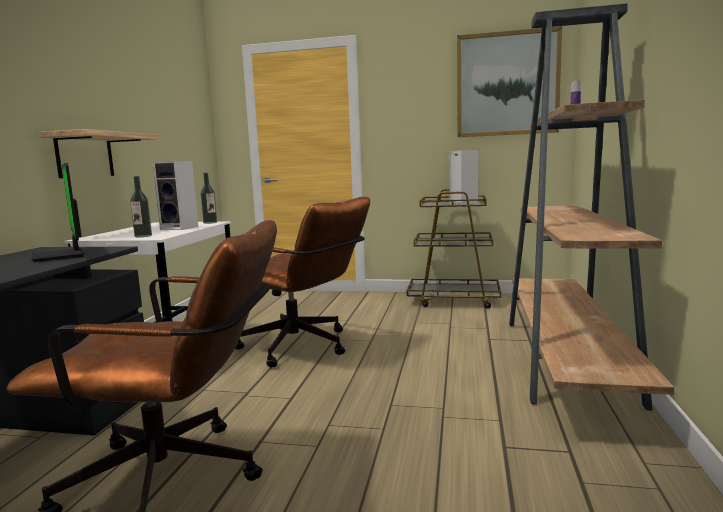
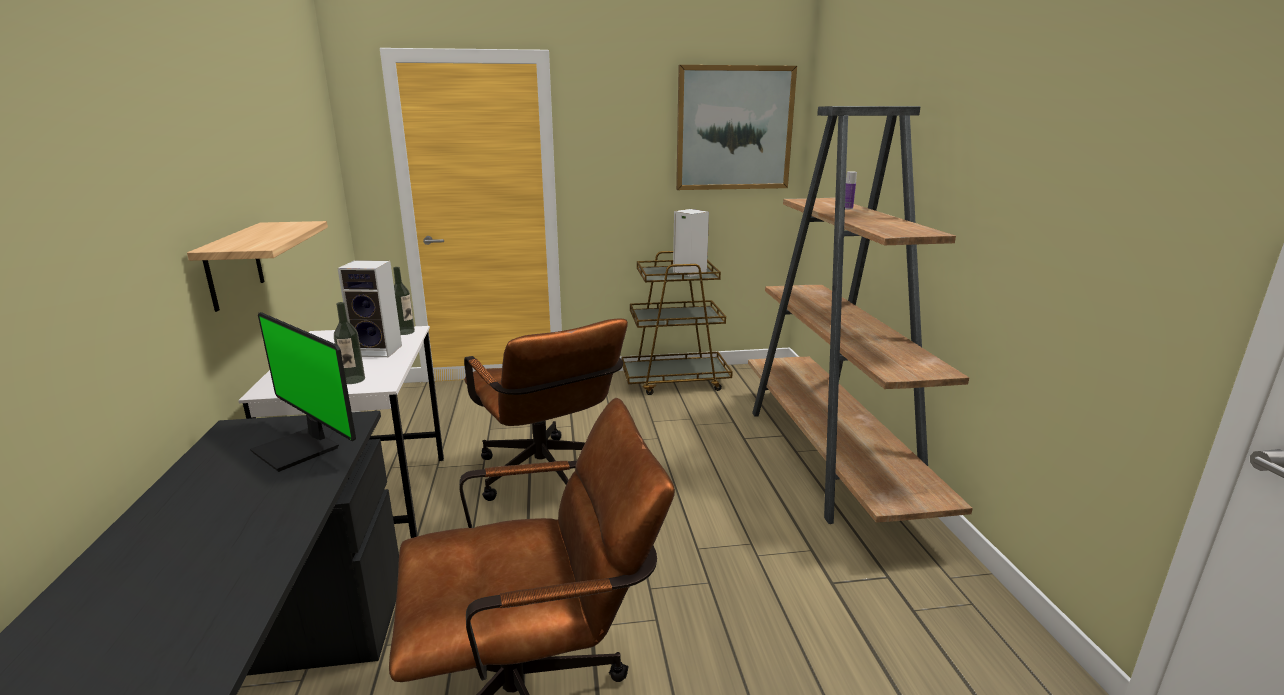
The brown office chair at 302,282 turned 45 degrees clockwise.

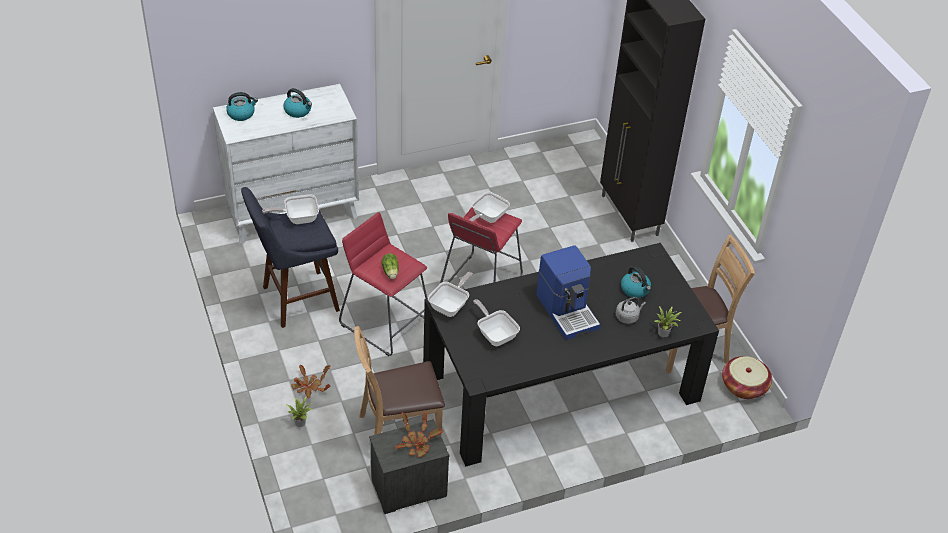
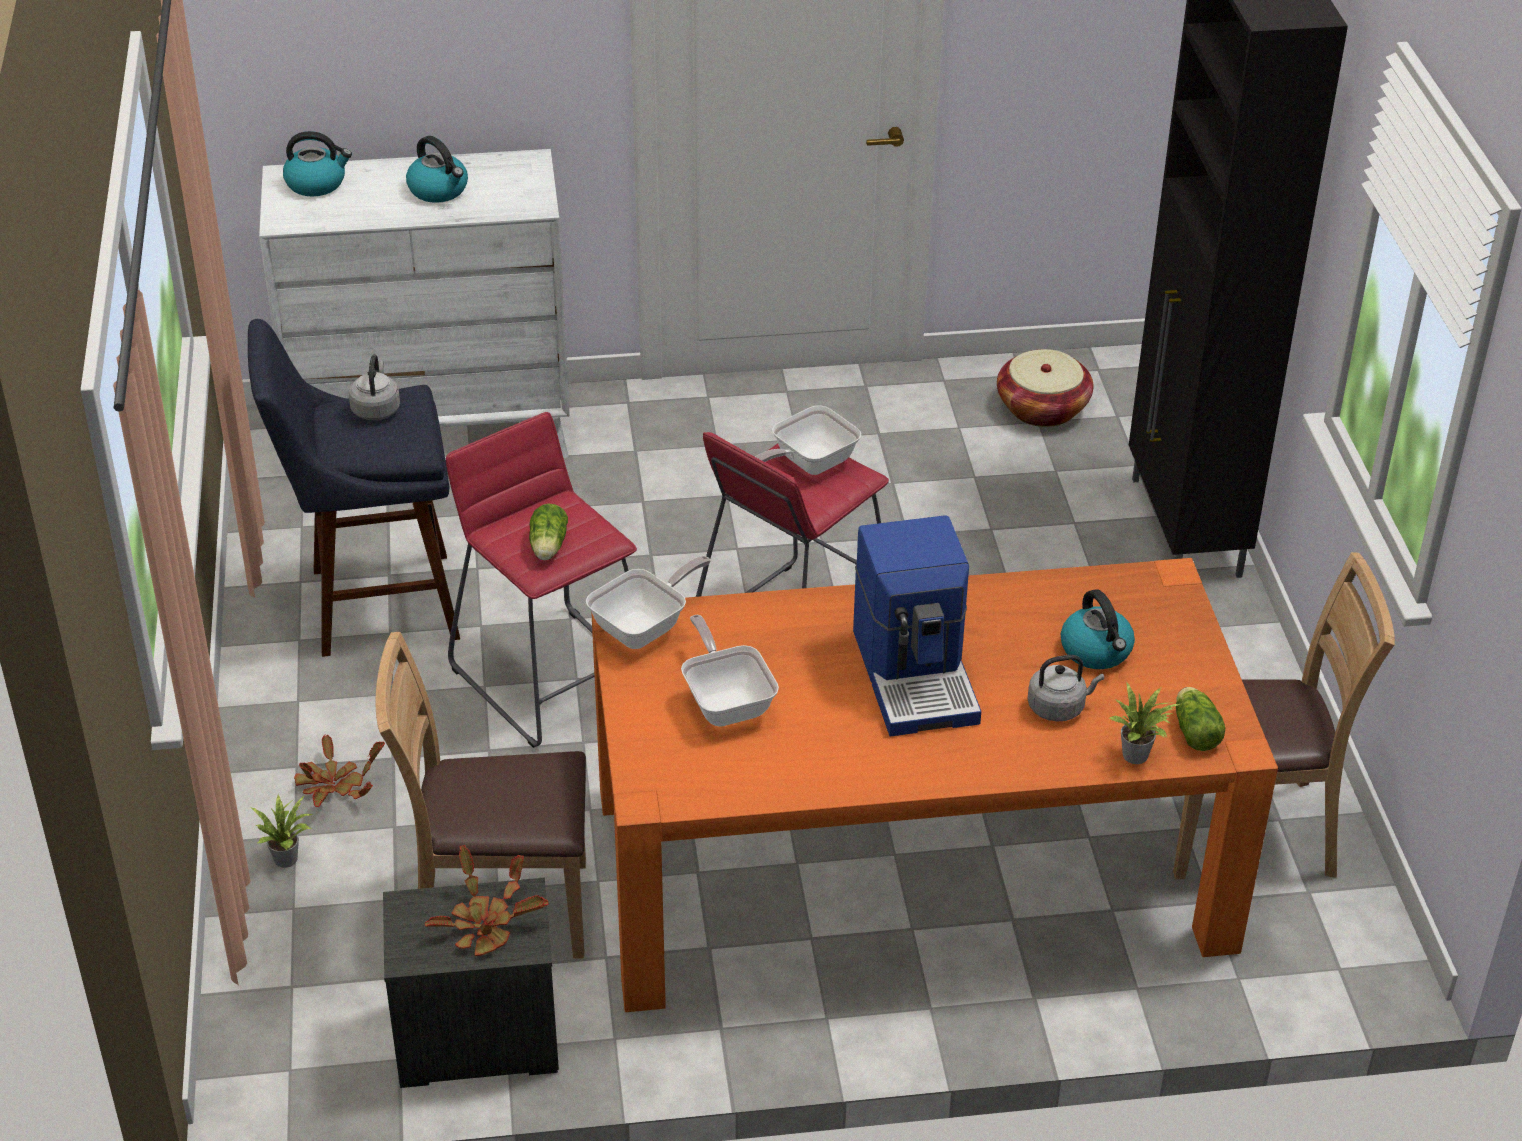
The skillet at 290,209 was replaced by the greyish water kettle at 374,387.
The black dinner table at 571,354 became the orangey dinner table at 934,785.
The household basket moved from 747,377 to 1045,388.
The head of lettuce at 1200,719 appeared.

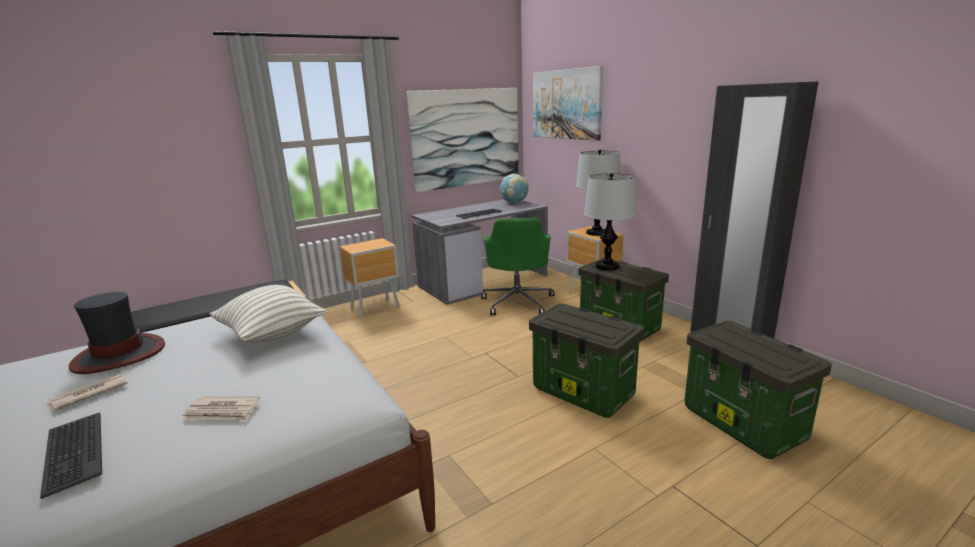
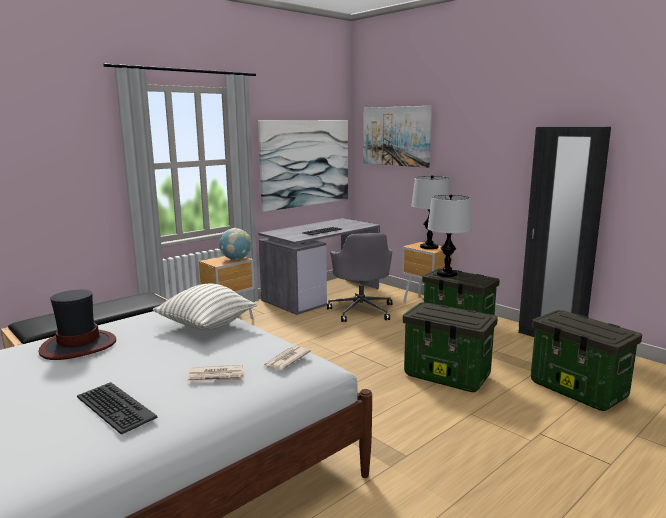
The printed paper moved from 87,392 to 287,358.
The green-coloured office chair at 517,266 became the greyish office chair at 359,277.
The world globe moved from 514,188 to 235,244.

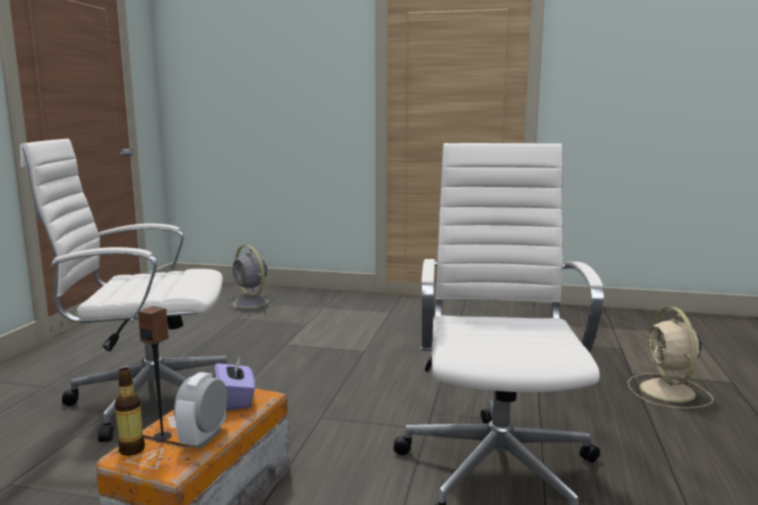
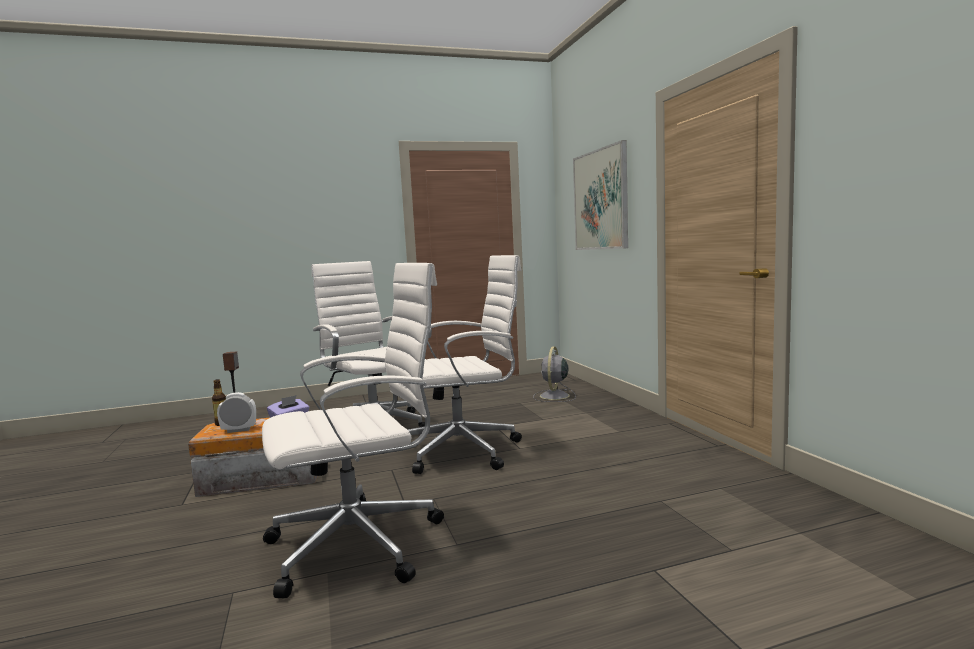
The beige cooling fan at 670,357 disappeared.
The whitish office chair at 464,364 appeared.
The wall art at 600,195 appeared.

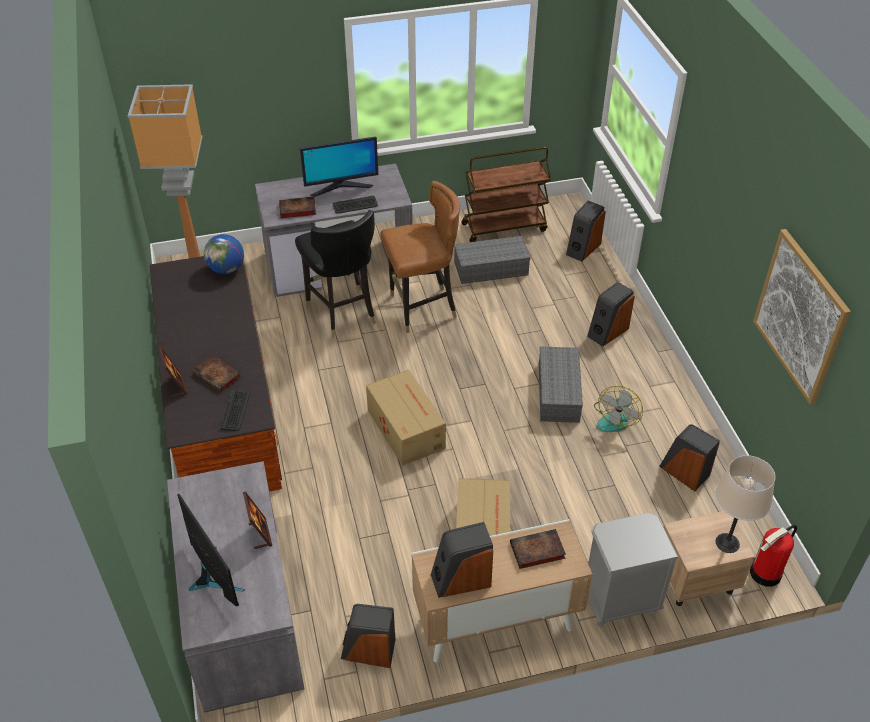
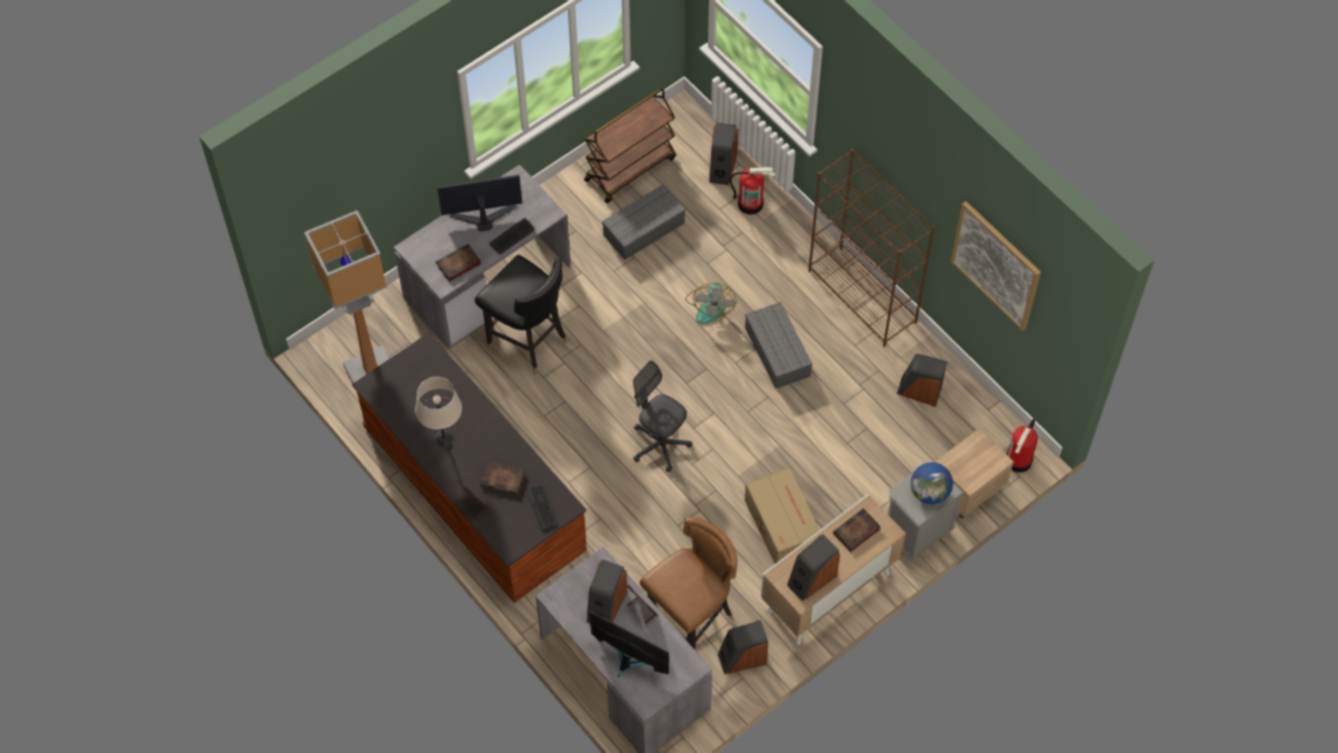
The world globe moved from 224,254 to 932,483.
The computer screen at 339,166 turned 150 degrees counterclockwise.
The carton at 406,418 was replaced by the greyish office chair at 662,416.
The brown plain chair moved from 420,257 to 688,583.
The loudspeaker moved from 611,314 to 607,591.
The cooling fan moved from 618,409 to 711,303.
The beige tabletop lamp moved from 745,504 to 438,413.
The extinguisher at 753,191 appeared.
The brown shelving unit at 871,248 appeared.

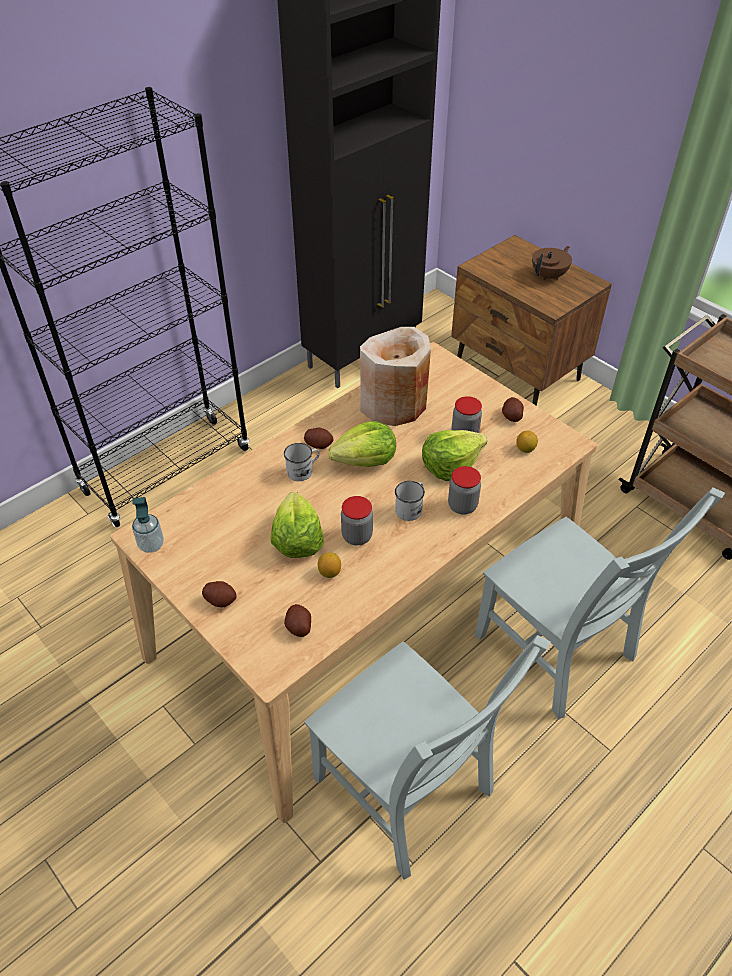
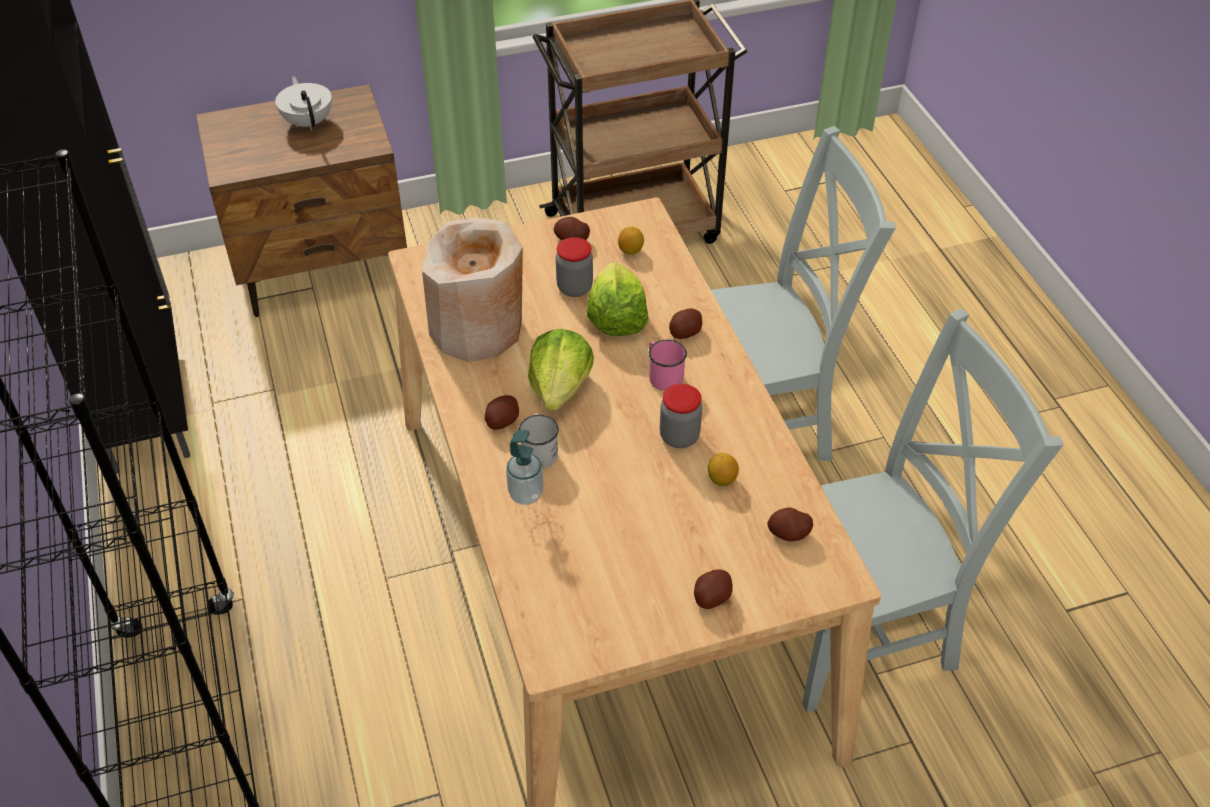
The soap bottle moved from 148,525 to 525,467.
The head of lettuce at 297,525 disappeared.
The whitish tea mug at 410,501 became the pink tea mug at 668,365.
The jar at 464,490 was replaced by the whole potato at 685,324.
The brown tea pot at 552,263 became the whitish tea pot at 303,103.

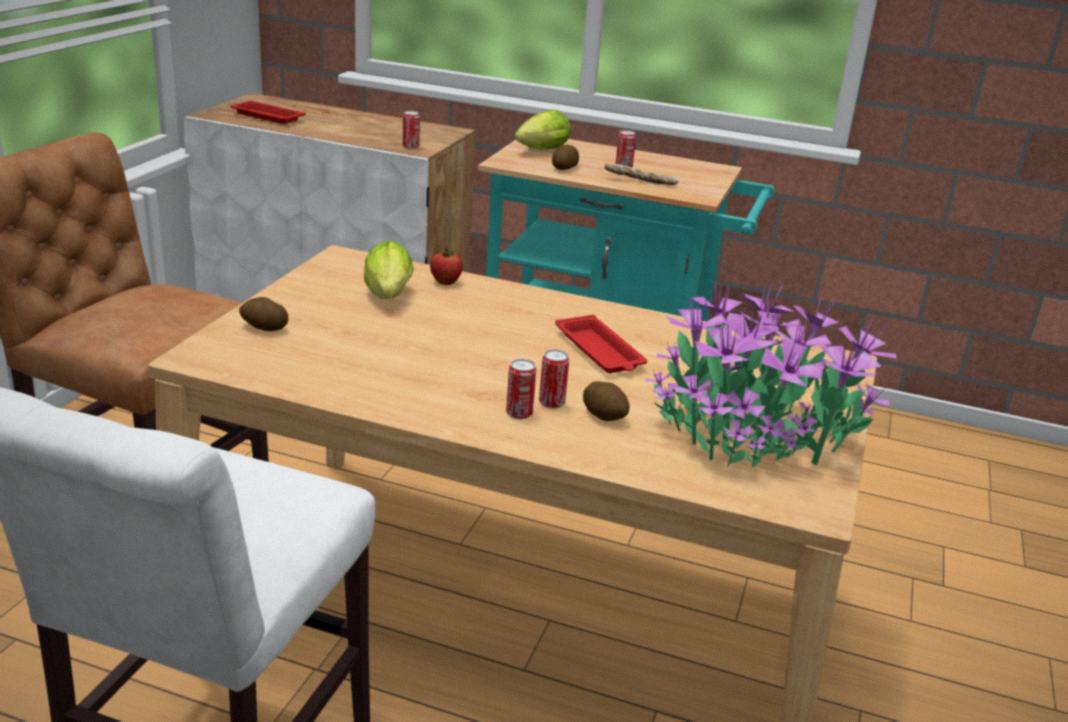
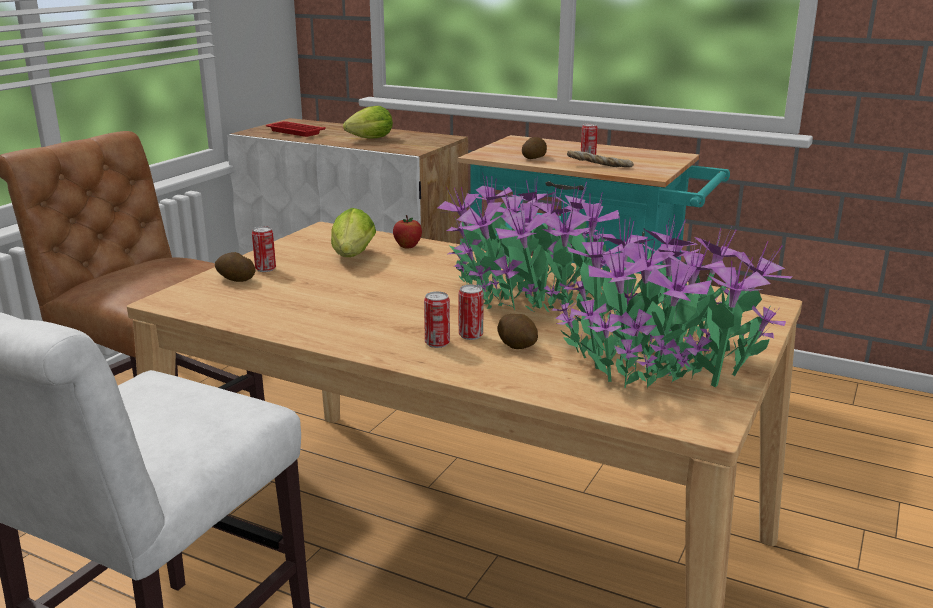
The can moved from 411,130 to 264,249.
The head of lettuce moved from 543,130 to 368,122.
The reddish tray at 601,344 was replaced by the potted plant at 529,244.

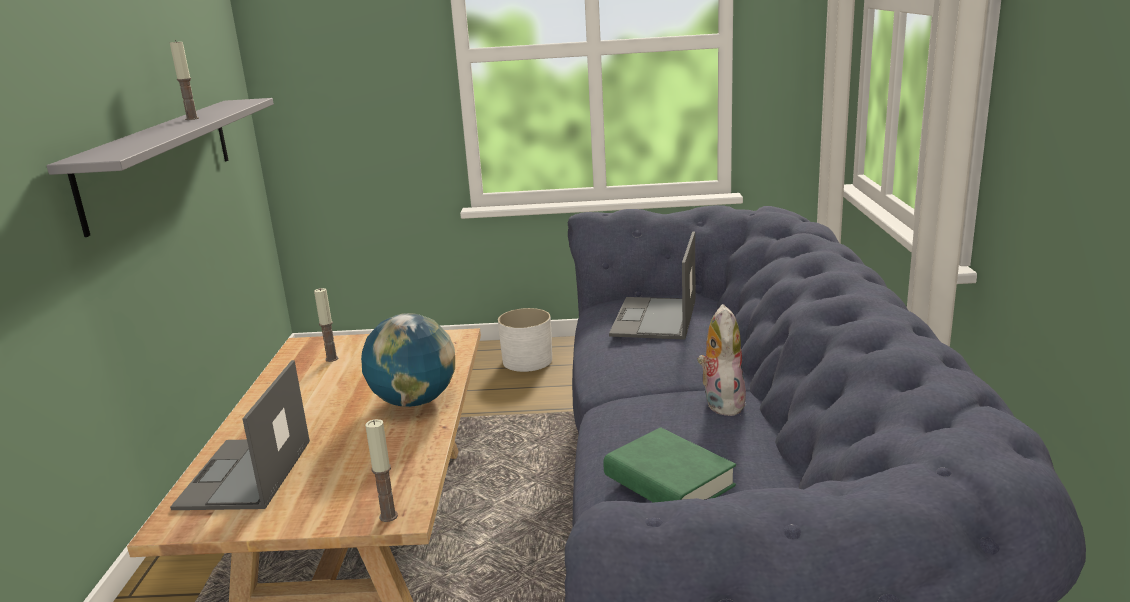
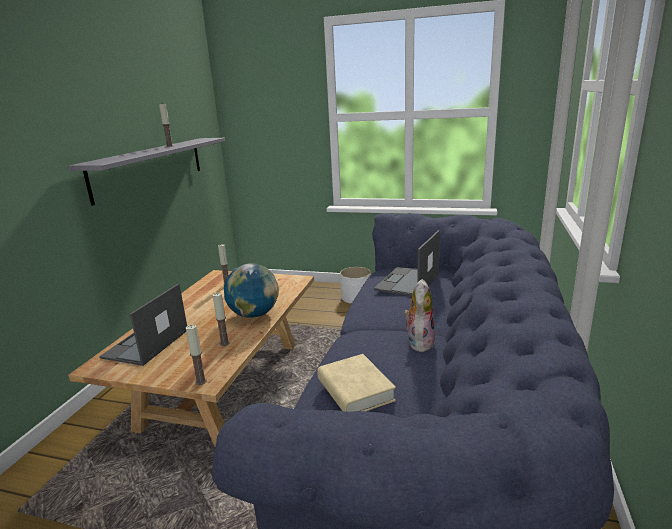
The green-coloured volume at 669,465 became the beige volume at 356,383.
The candle at 221,319 appeared.

